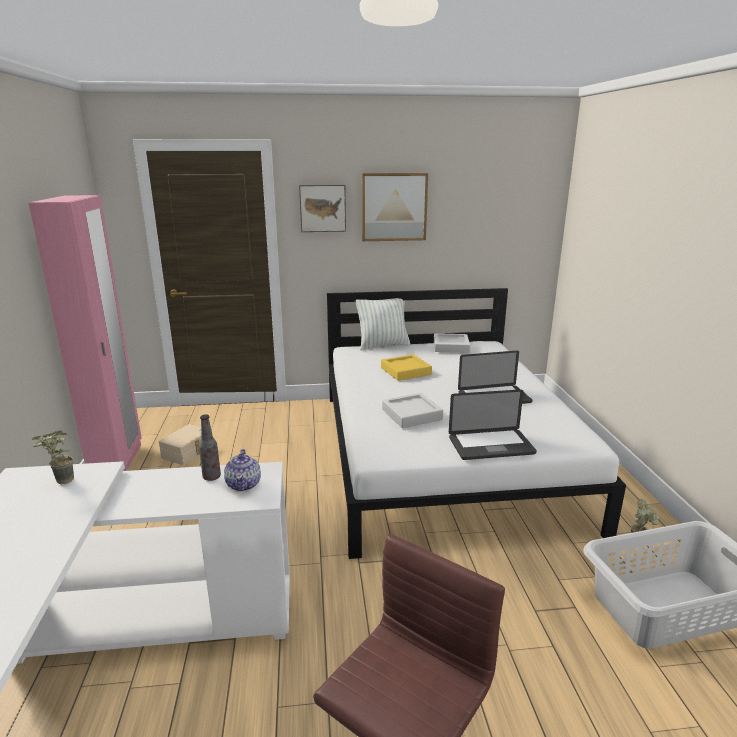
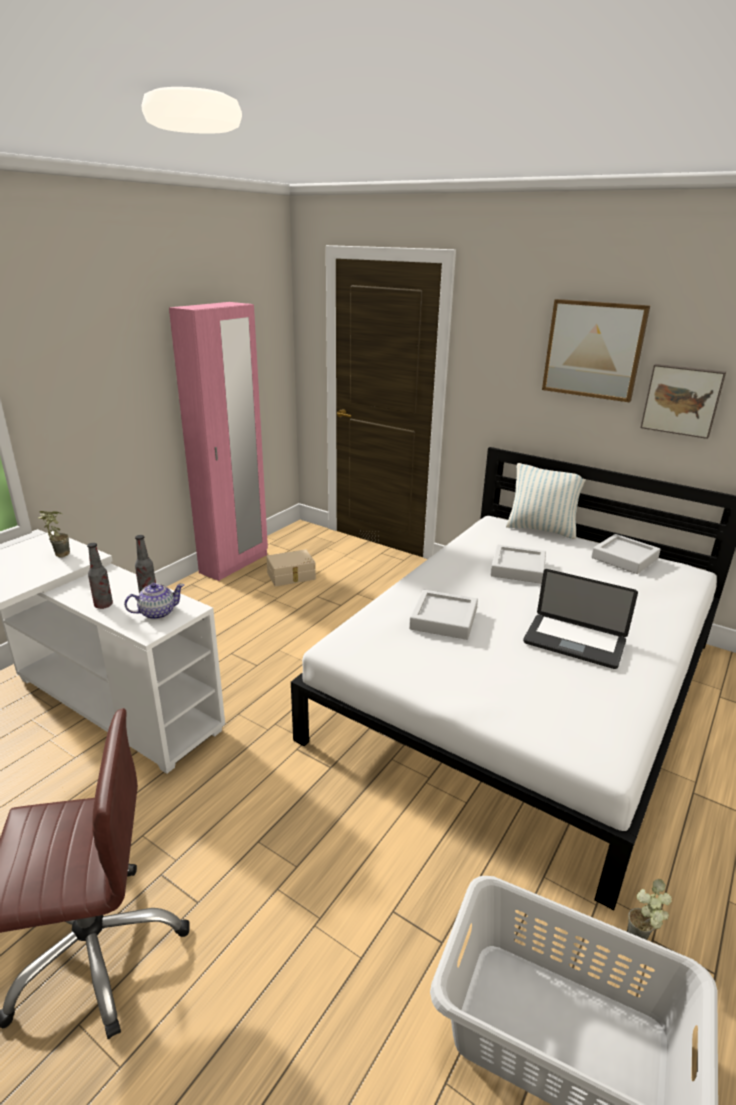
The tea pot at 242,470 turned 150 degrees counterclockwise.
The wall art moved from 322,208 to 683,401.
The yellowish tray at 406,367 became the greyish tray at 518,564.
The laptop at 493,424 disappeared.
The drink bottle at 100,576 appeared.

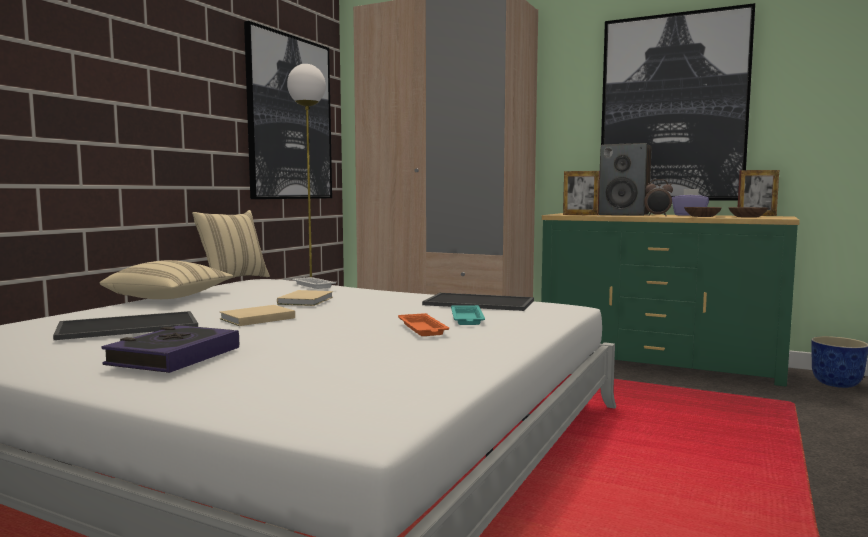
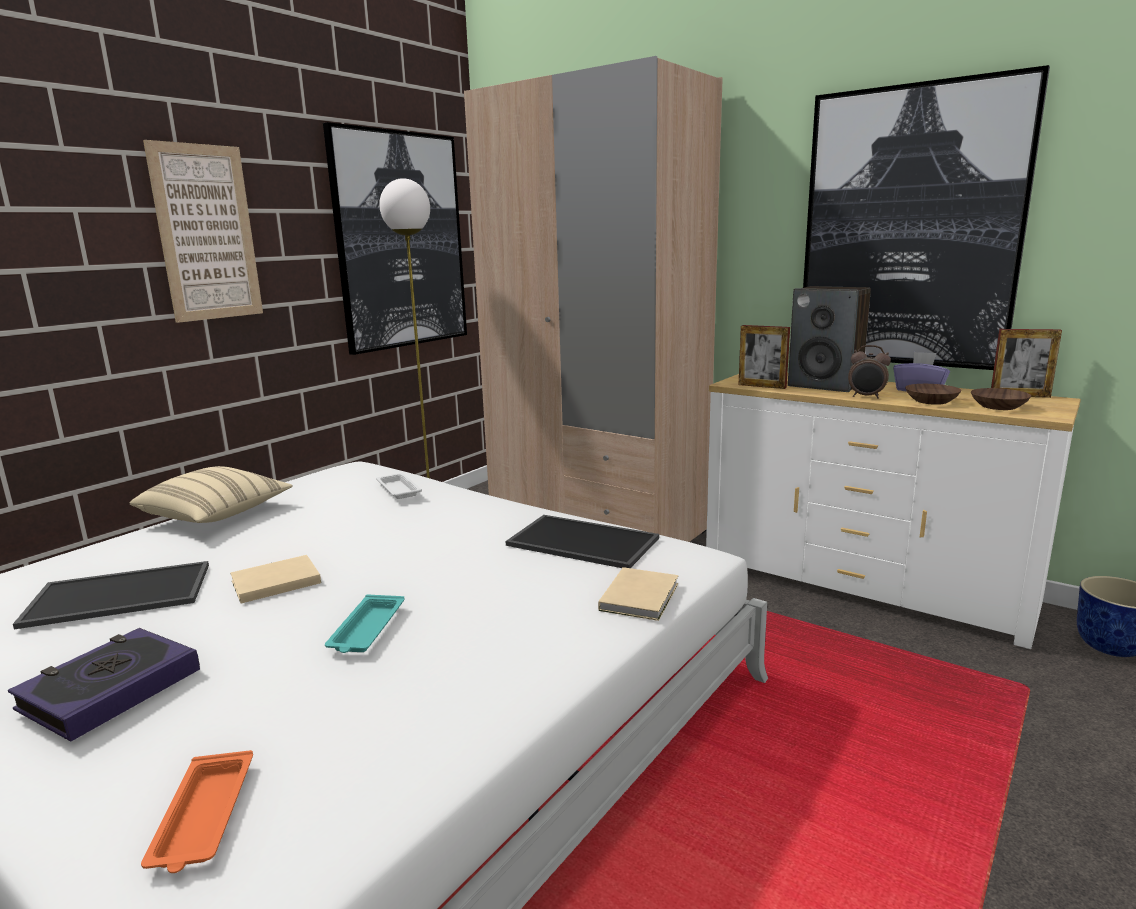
The beige throw pillow at 231,244 disappeared.
The beige volume moved from 305,298 to 638,594.
The orangey tray moved from 423,324 to 197,811.
The turquoise tray moved from 468,315 to 365,623.
The green-coloured chest of drawers at 670,300 became the whitish chest of drawers at 893,511.
The wall art at 203,231 appeared.

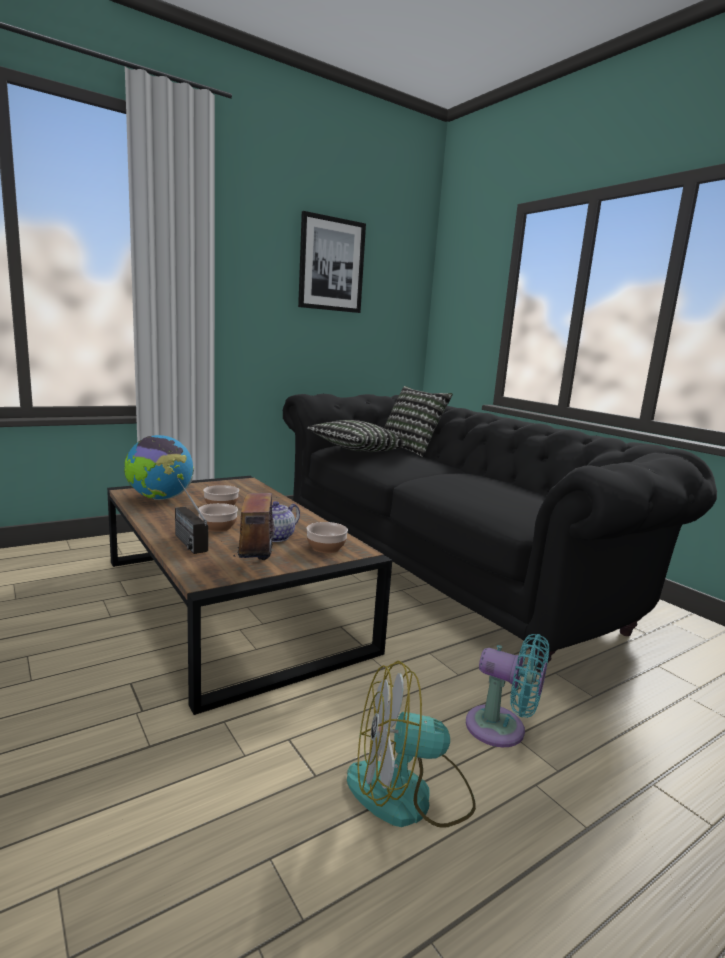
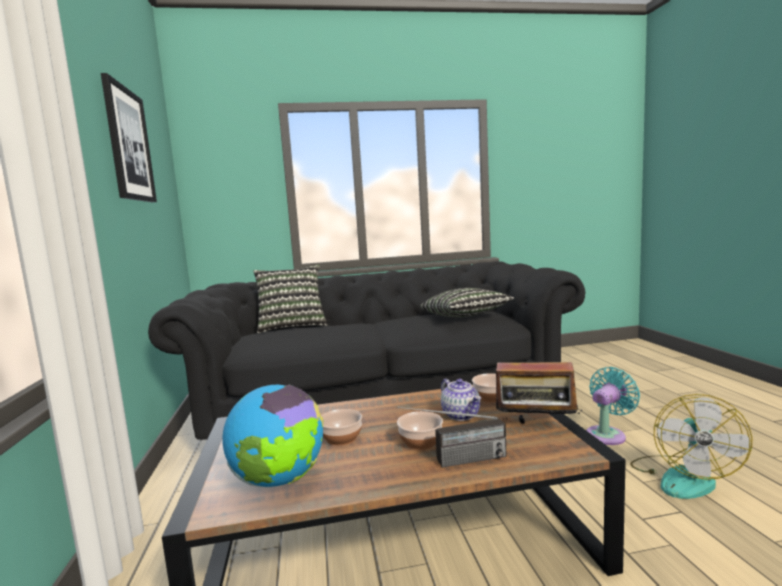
The throw pillow moved from 357,436 to 467,302.

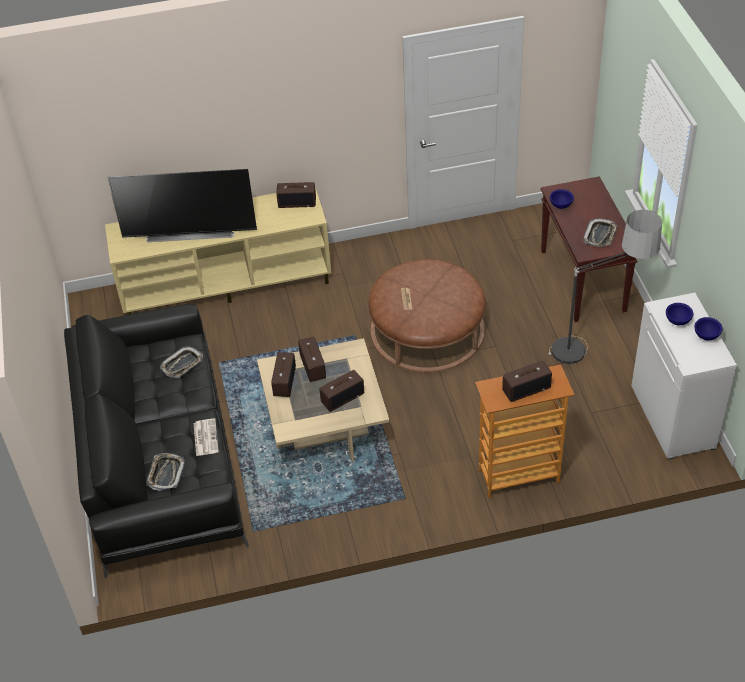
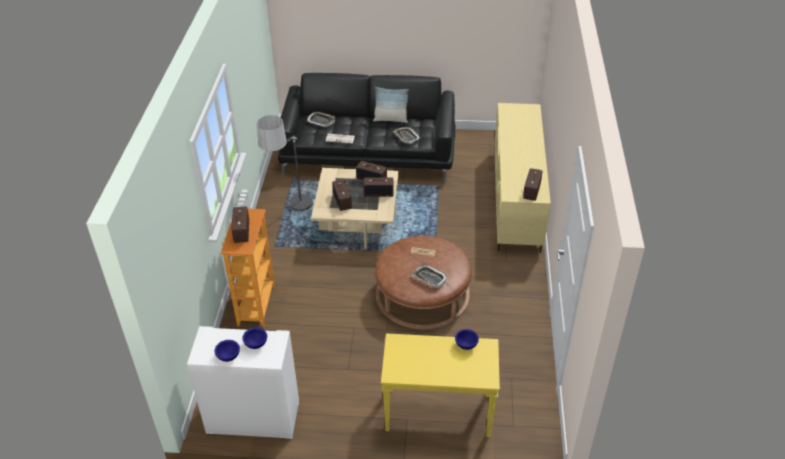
The TV at 182,205 disappeared.
The brown hall table at 589,249 became the yellowish hall table at 440,385.
The standard lamp moved from 605,287 to 285,163.
The tray moved from 600,233 to 429,276.
The throw pillow at 391,104 appeared.

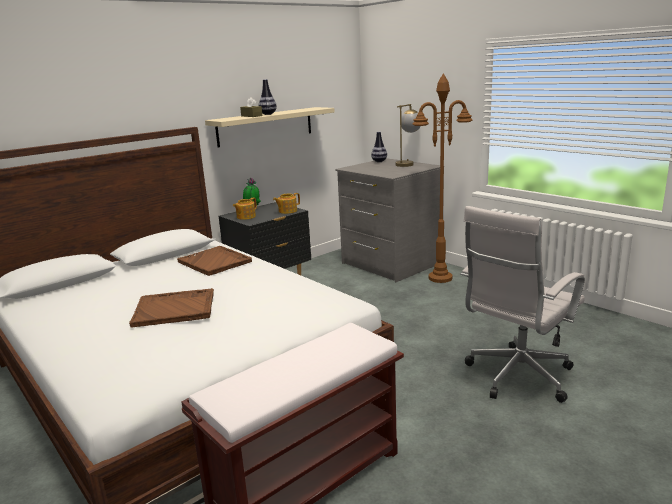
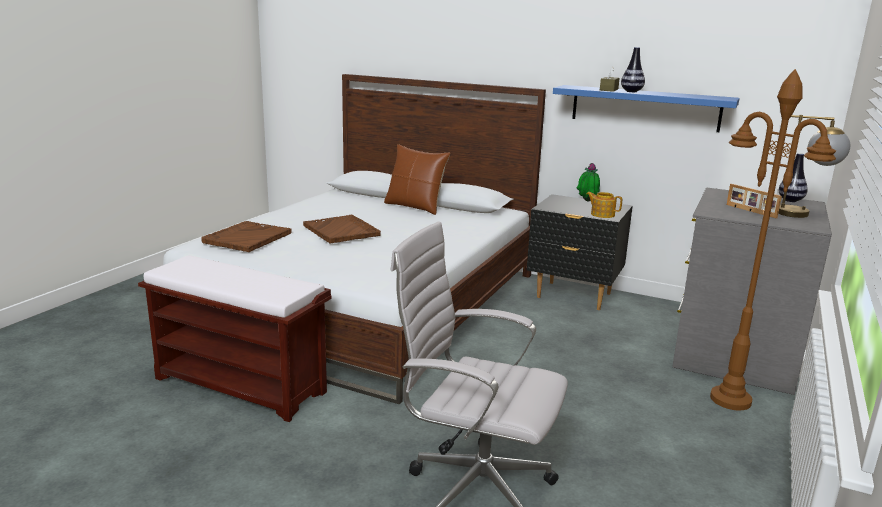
The brown tray moved from 214,261 to 246,236.
The beige shelf at 270,127 became the blue-coloured shelf at 646,108.
The tea pot at 245,209 disappeared.
The brown throw pillow at 417,179 appeared.
The picture frame at 754,201 appeared.

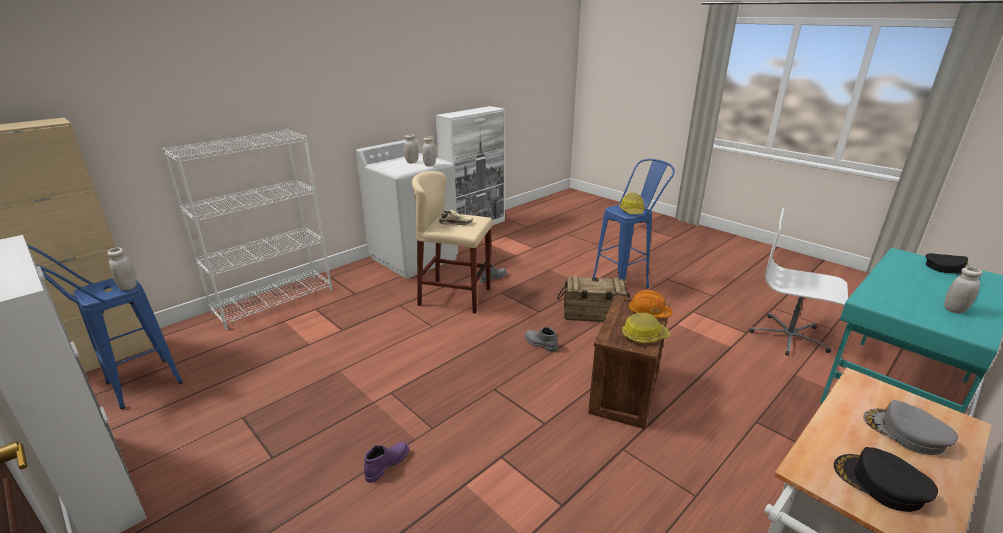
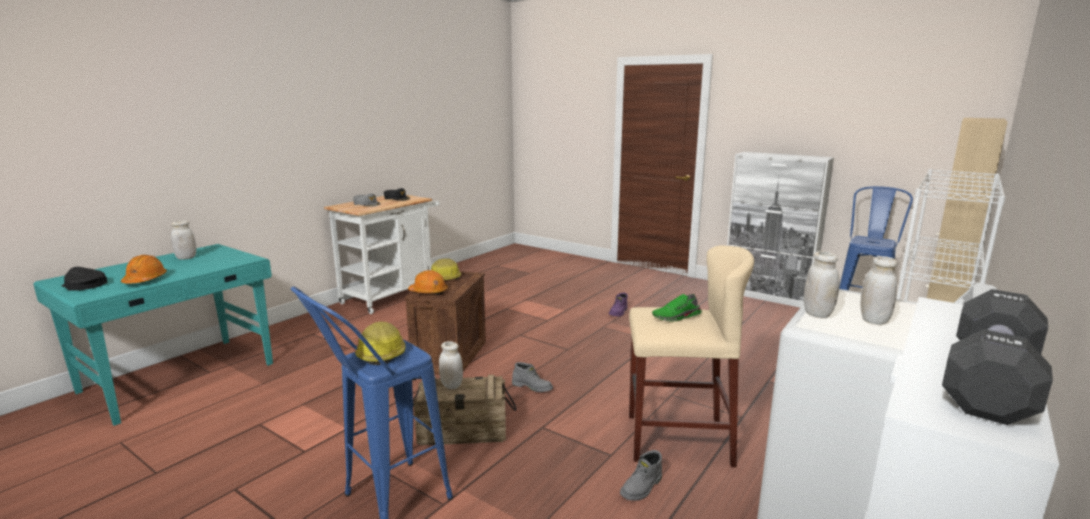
The whitish jar moved from 122,269 to 451,365.
The beige item of footwear at 456,217 became the green-coloured item of footwear at 677,308.
The whitish office chair at 798,282 disappeared.
The orangey work helmet at 144,269 appeared.
The black hand weight at 997,357 appeared.

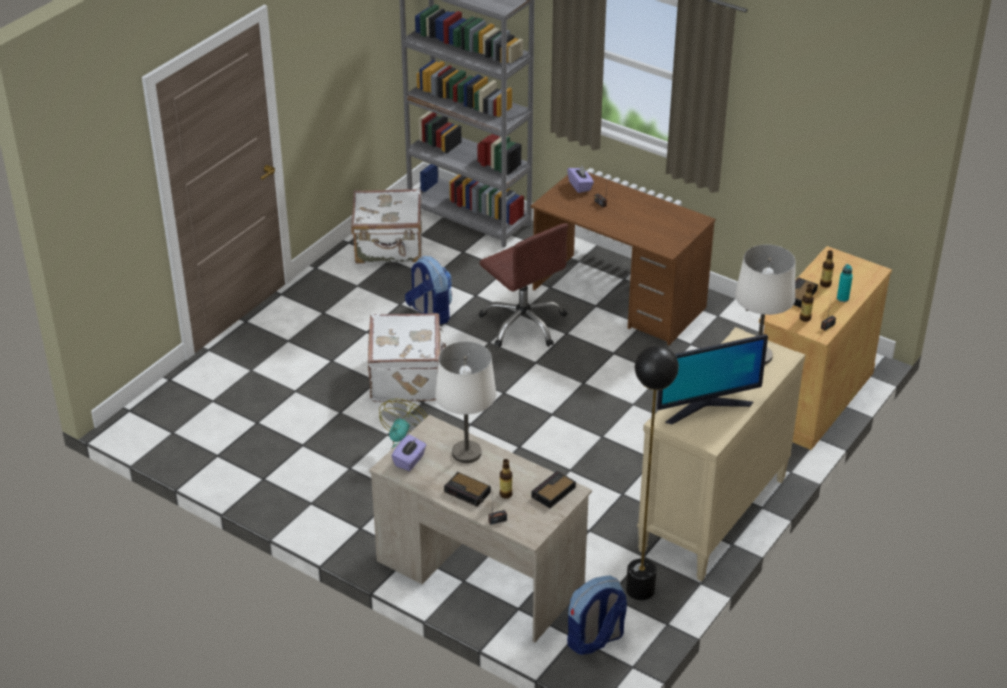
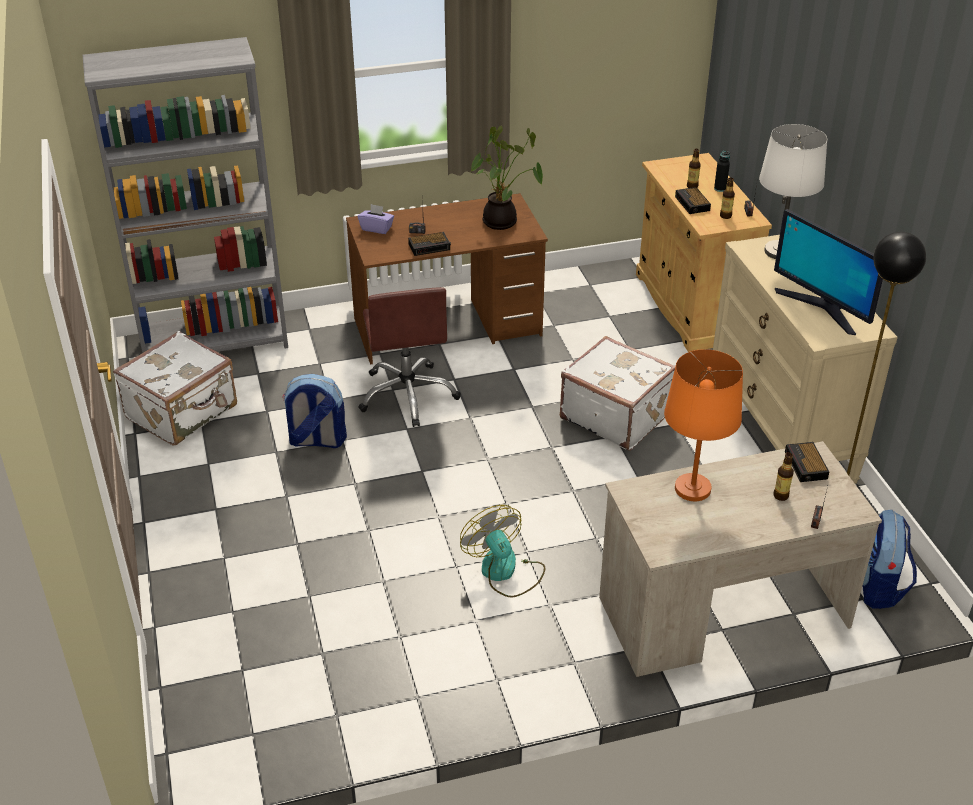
The whitish piece of luggage moved from 407,357 to 617,393.
The purple tissue box at 409,452 disappeared.
The whitish tabletop lamp at 466,402 became the orangey tabletop lamp at 703,425.
The alarm clock moved from 467,489 to 429,244.
The brown office chair at 523,285 turned 75 degrees clockwise.
The computer screen at 712,379 turned 120 degrees clockwise.
The turquoise drink bottle at 845,283 became the black drink bottle at 722,171.
The potted plant at 506,178 appeared.

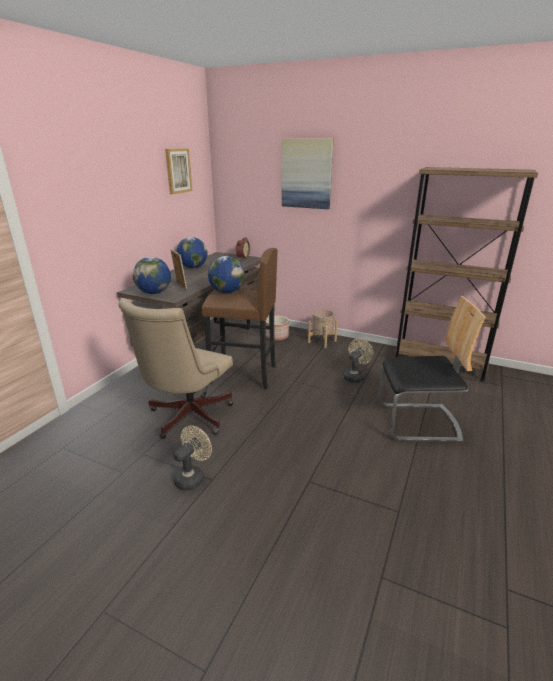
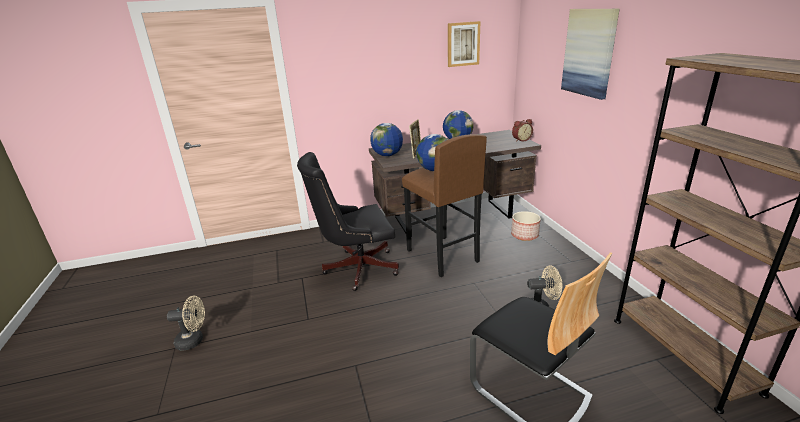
The beige office chair at 175,368 became the black office chair at 348,221.
The beige cooling fan moved from 192,458 to 186,323.
The beige plant pot at 323,328 disappeared.

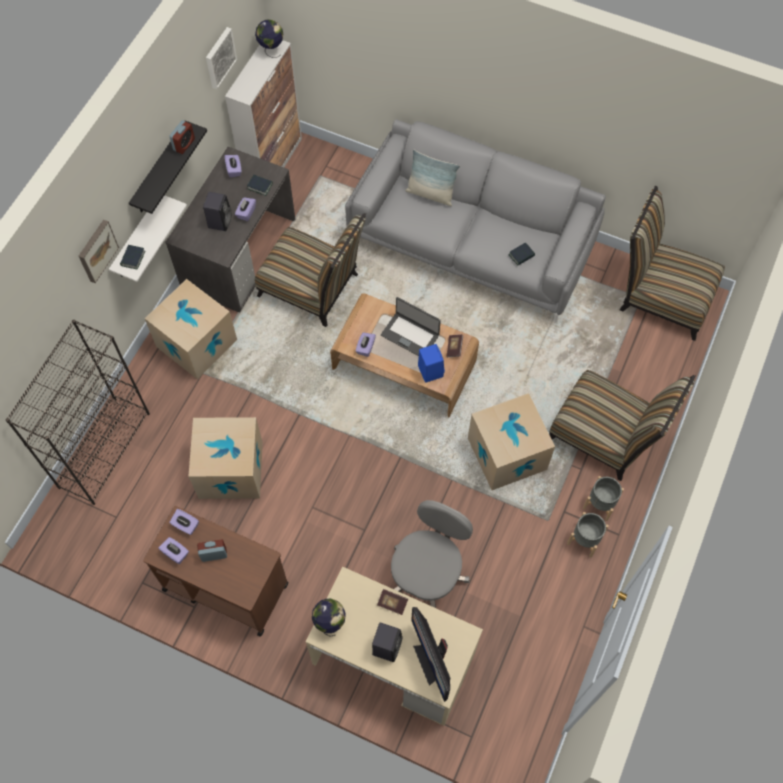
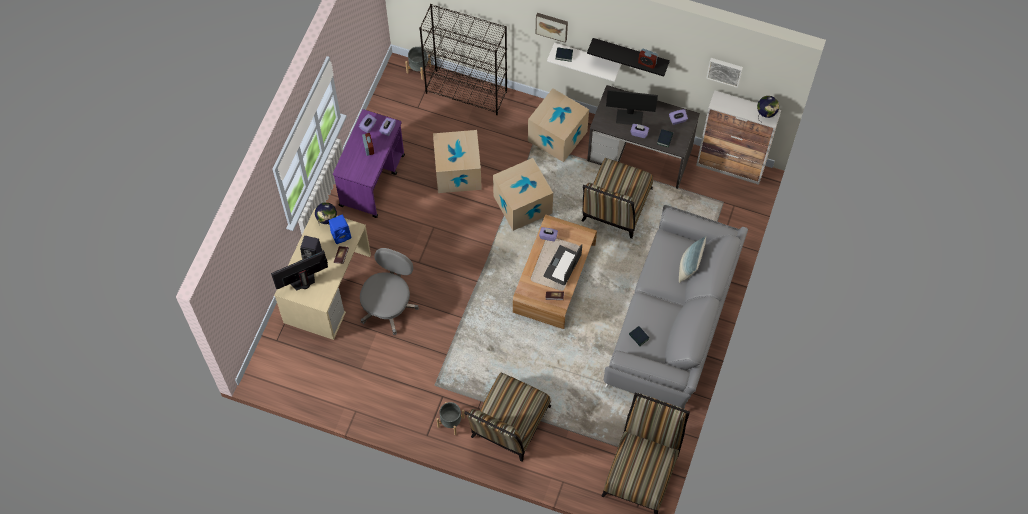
The brown wheeled cart at 216,571 became the purple wheeled cart at 369,163.
The black loudspeaker at 217,211 was replaced by the computer screen at 632,107.
The greyish office chair at 432,554 turned 90 degrees counterclockwise.
The blue-coloured loudspeaker moved from 431,363 to 340,229.
The carton moved from 511,441 to 523,194.
The greyish plant pot moved from 588,534 to 418,63.

